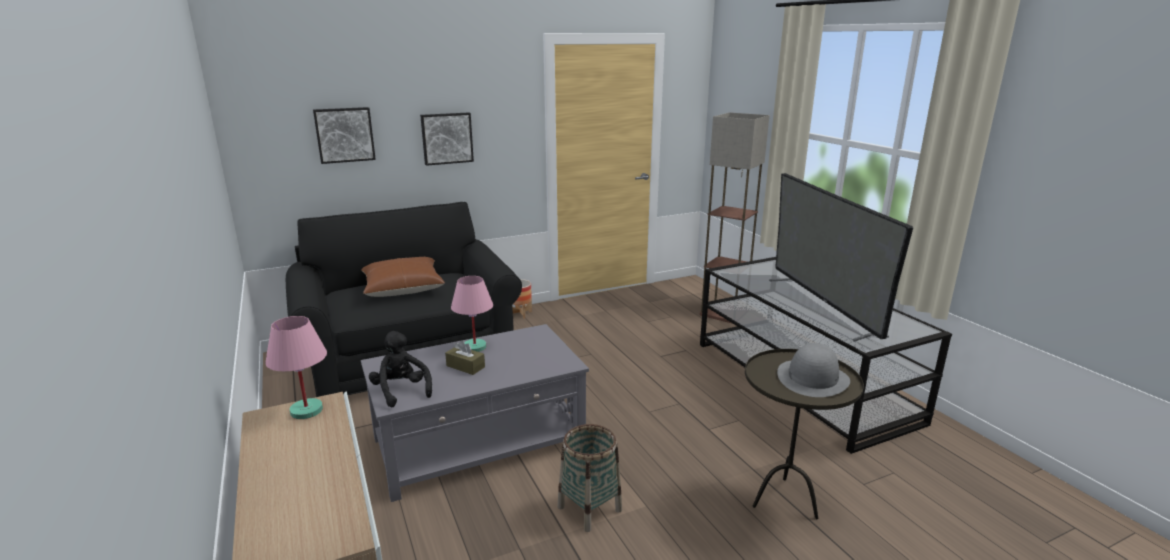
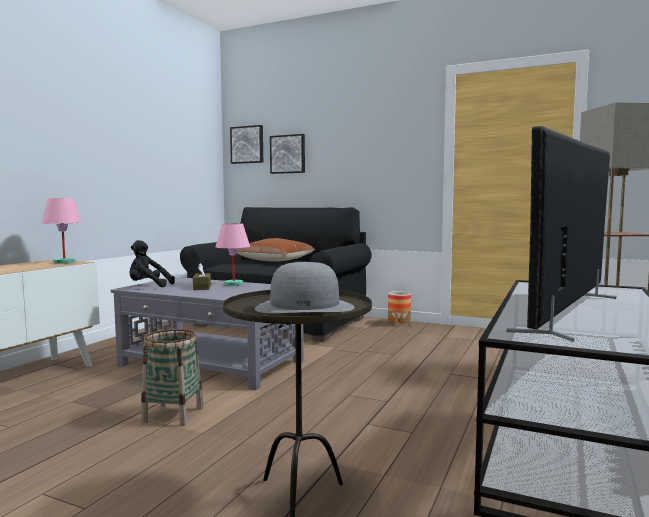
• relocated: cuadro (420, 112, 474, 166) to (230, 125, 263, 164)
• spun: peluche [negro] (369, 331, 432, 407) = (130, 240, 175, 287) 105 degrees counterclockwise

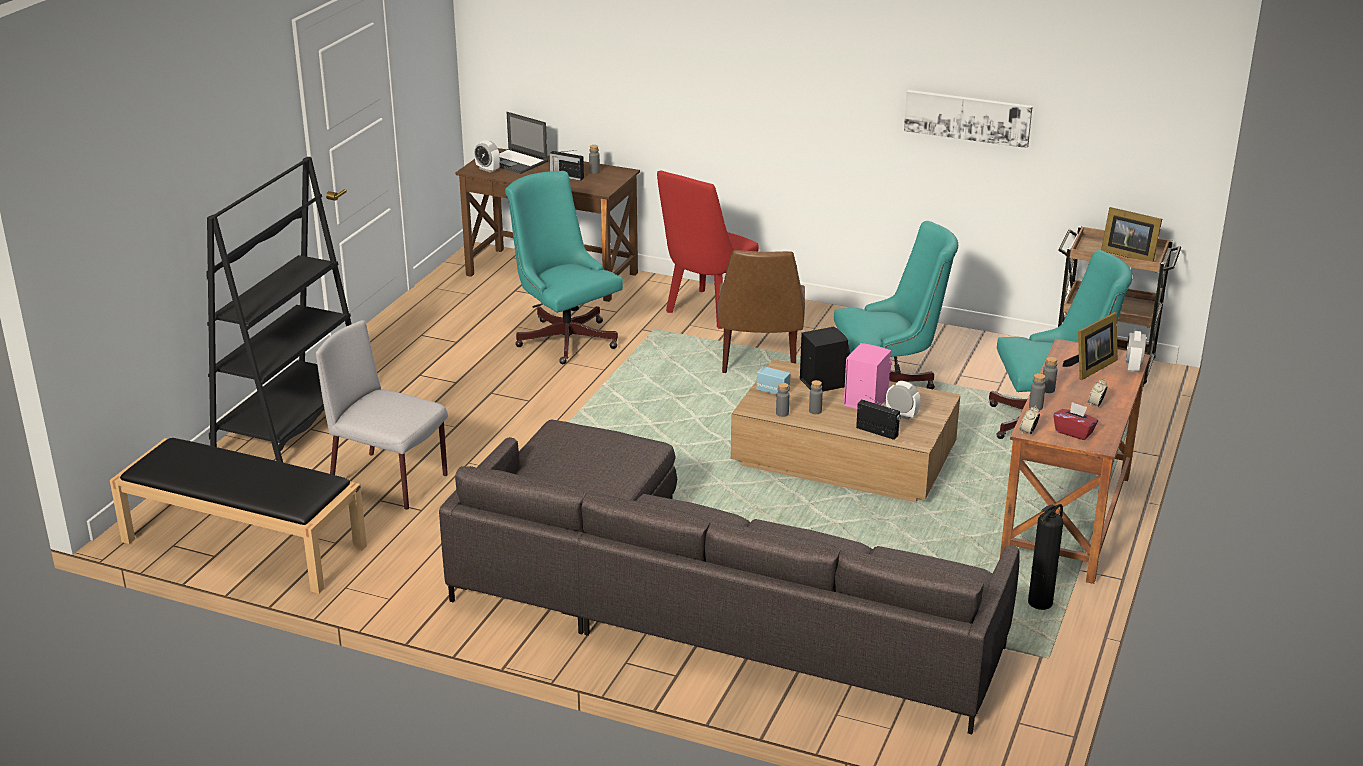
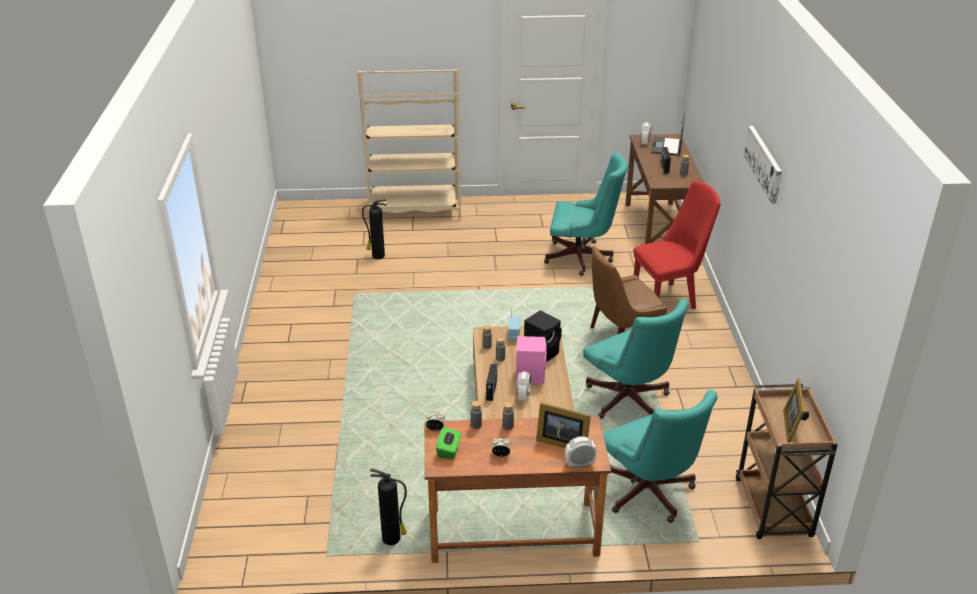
• missing: banco [negro] (110, 438, 367, 594)
• missing: sofá [gris] (439, 419, 1020, 734)
• relocated: cuadro (904, 90, 1033, 148) to (744, 126, 782, 204)
• exchanged: silla [gris] (316, 320, 448, 510) to extintor (362, 200, 387, 259)
• colour: estantería [negro] (206, 157, 352, 462) to estantería [beis] (357, 69, 461, 223)
• colour: caja de pañuelos [rojo] (1053, 402, 1098, 440) to caja de pañuelos [verde] (436, 427, 461, 459)
• spun: silla de oficina [turquesa] (505, 171, 623, 364) = (544, 153, 628, 276) 75 degrees clockwise
• spun: silla [rojo] (657, 170, 759, 329) = (633, 181, 720, 310) 150 degrees clockwise

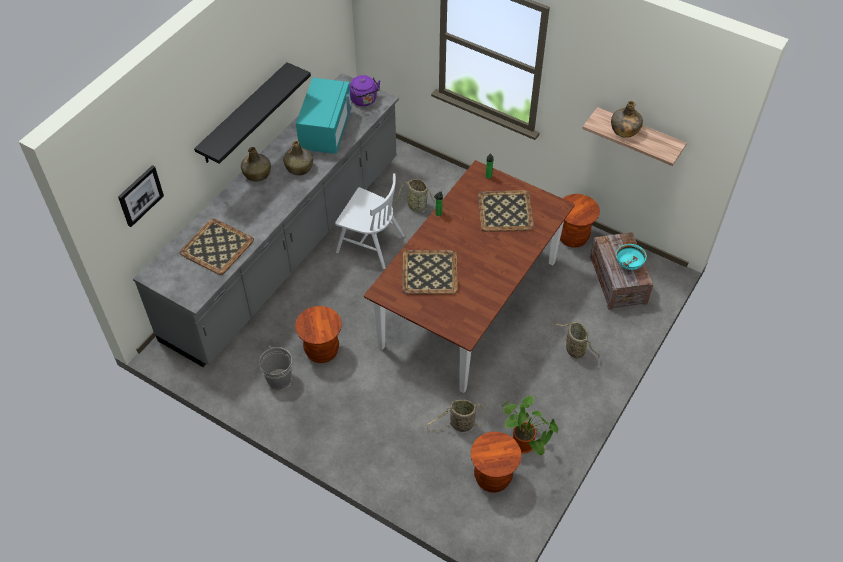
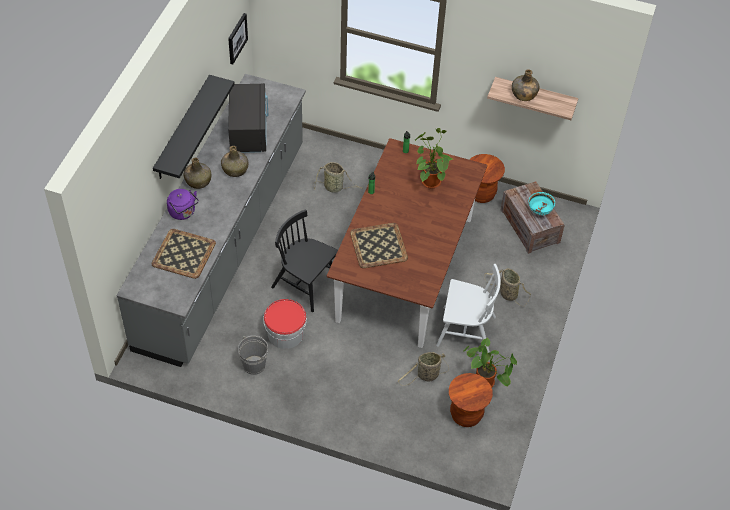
• appeared: silla [negro] (271, 209, 338, 312)
• relocated: cuadro (118, 165, 164, 227) to (228, 13, 248, 64)
• relocated: silla [blanco] (335, 173, 405, 269) to (436, 264, 501, 353)
• relocated: hervidor [morado] (350, 75, 380, 106) to (167, 189, 199, 220)
• exchanged: taburete [marrón] (295, 306, 342, 363) to cubo (263, 299, 307, 349)
• exchanged: bandeja (478, 190, 534, 232) to planta en maceta (415, 128, 452, 188)
• colour: microondas [turquesa] (296, 78, 351, 154) to microondas [negro] (228, 83, 268, 153)

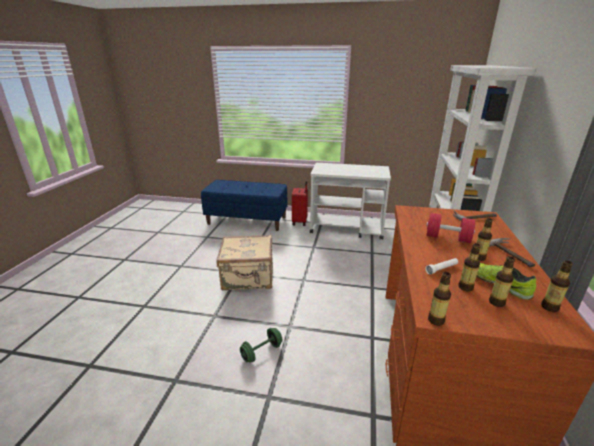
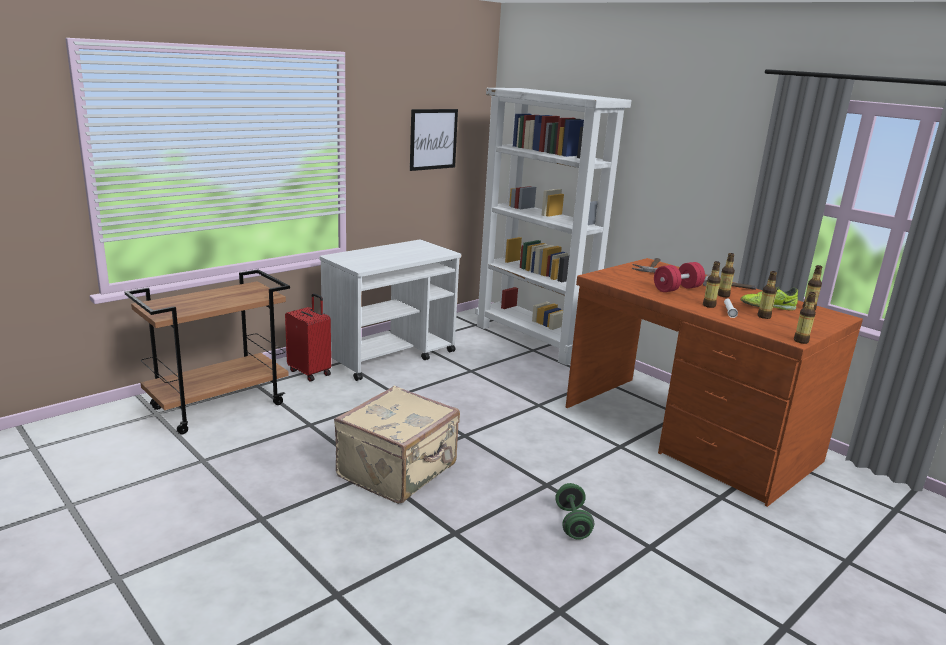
• appeared: cuadro (410, 109, 458, 171)
• relocated: botella (489, 256, 515, 307) to (703, 261, 721, 308)
• exchanged: banco [azul] (201, 180, 287, 231) to carrito [marrón] (125, 269, 290, 434)

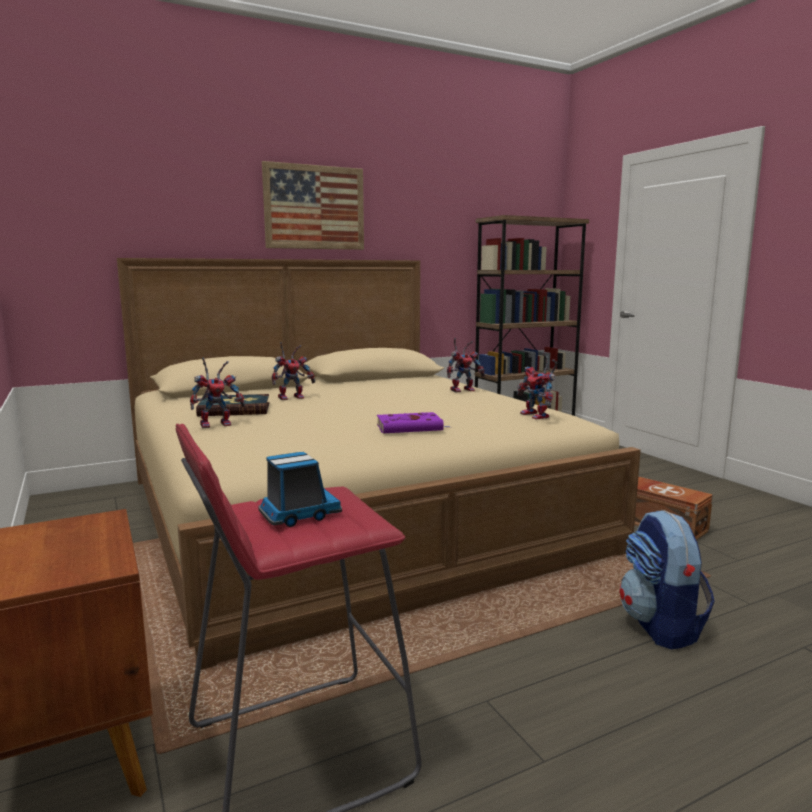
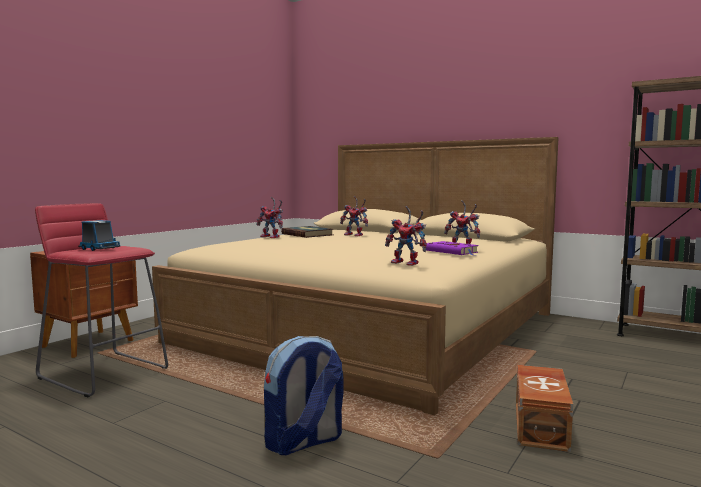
• missing: cuadro (262, 161, 364, 250)
• relocated: libro [morado] (377, 412, 450, 433) to (426, 241, 478, 256)
• spun: robot de juguete (517, 352, 557, 420) = (385, 206, 427, 266) 90 degrees counterclockwise

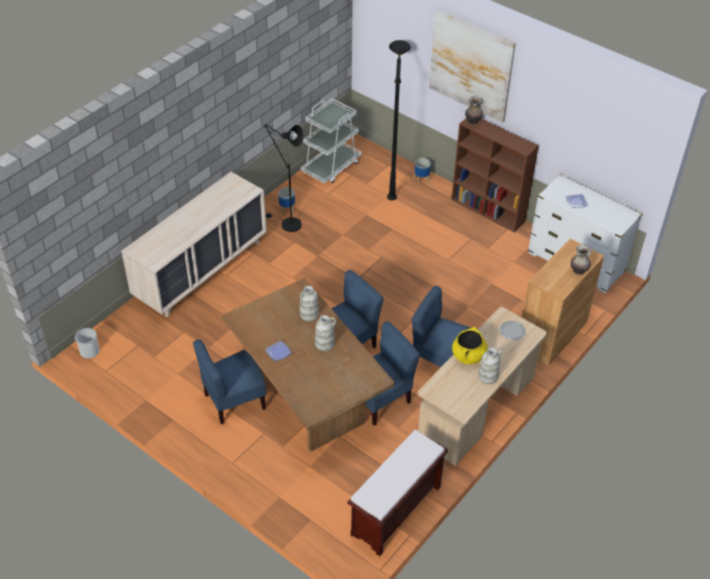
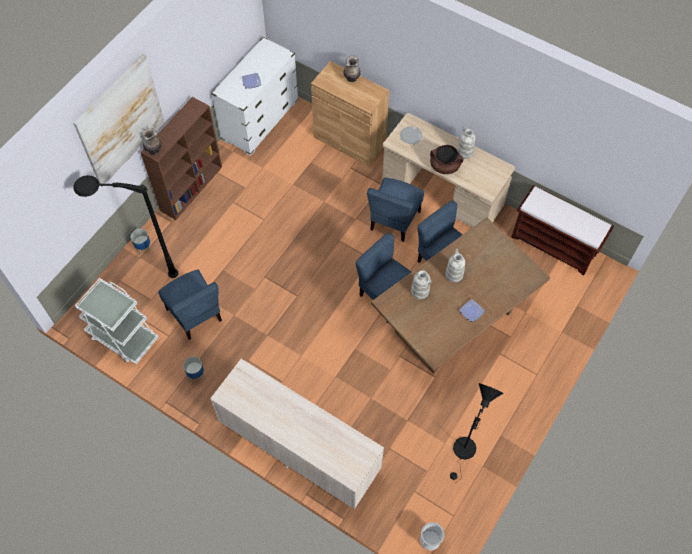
• relocated: silla [azul] (193, 340, 266, 424) to (158, 269, 222, 340)
• relocated: lámpara de pie [negro] (264, 124, 303, 232) to (450, 383, 503, 483)
• colour: olla [amarillo] (452, 327, 488, 365) to olla [marrón] (430, 145, 463, 174)

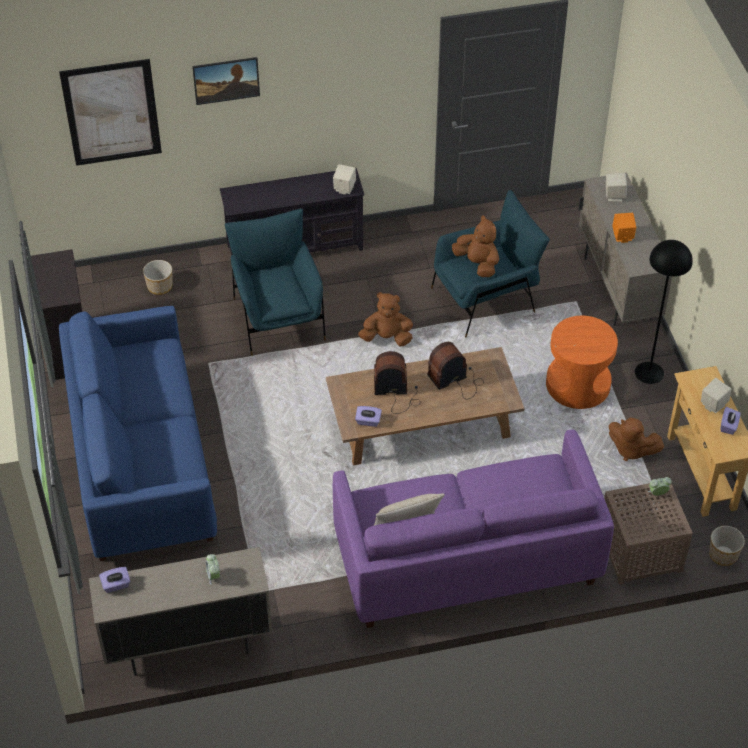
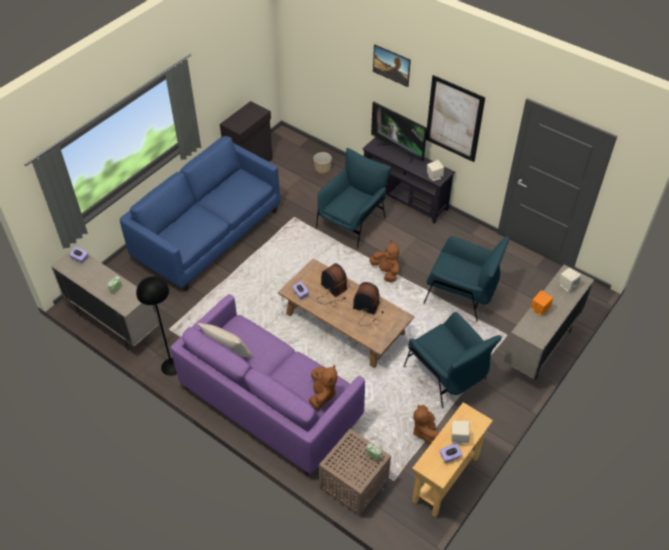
• missing: maceta (709, 526, 745, 566)
• appeared: televisor (371, 102, 427, 164)
• relocated: cuadro (59, 59, 162, 166) to (426, 75, 485, 162)
• relocated: peluche [marrón] (452, 216, 499, 277) to (309, 364, 337, 409)
• relocated: lámpara de pie [negro] (635, 240, 693, 384) to (136, 276, 177, 376)
• exchanged: mesa auxiliar [naranja] (546, 316, 618, 409) to sillón [azul] (404, 312, 502, 408)

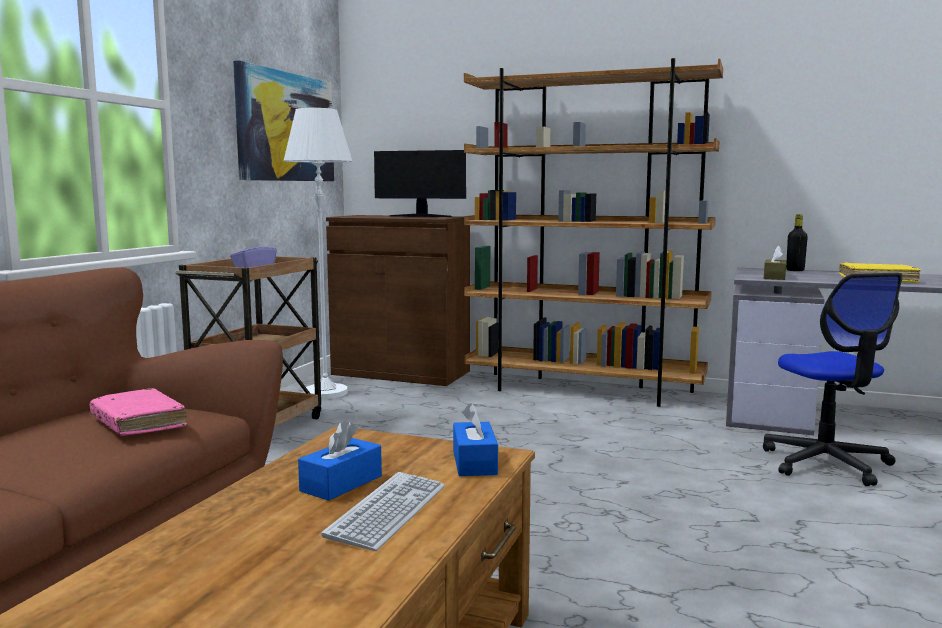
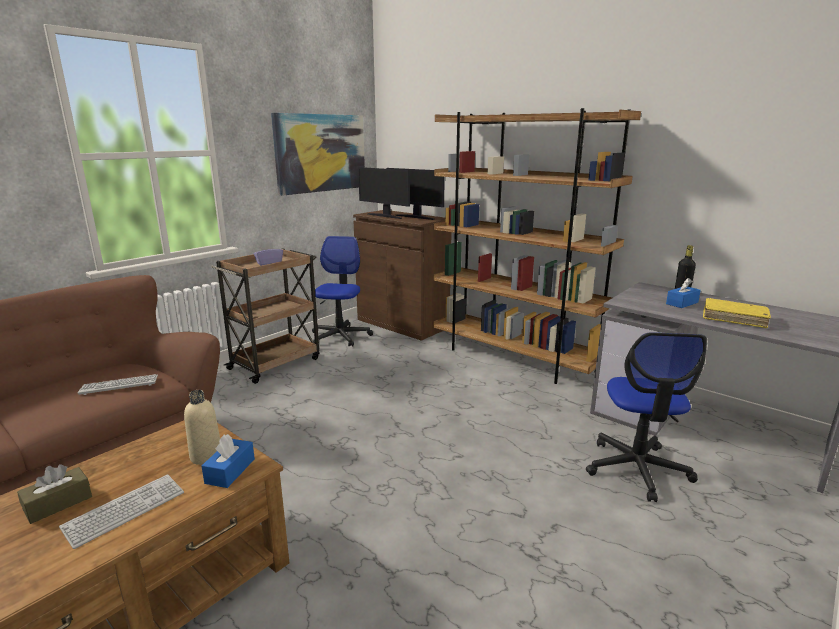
• appeared: botella [beis] (184, 390, 220, 465)
• appeared: monitor (358, 167, 410, 219)
• relocated: caja de pañuelos [azul] (298, 421, 382, 501) to (666, 278, 701, 308)
• relocated: caja de pañuelos [marrón] (764, 246, 787, 280) to (17, 464, 92, 524)
• exchanged: libro [rosa] (90, 388, 187, 435) to teclado (78, 374, 158, 395)
• exchanged: lámpara de pie [blanco] (284, 108, 353, 399) to silla de oficina (312, 236, 373, 347)

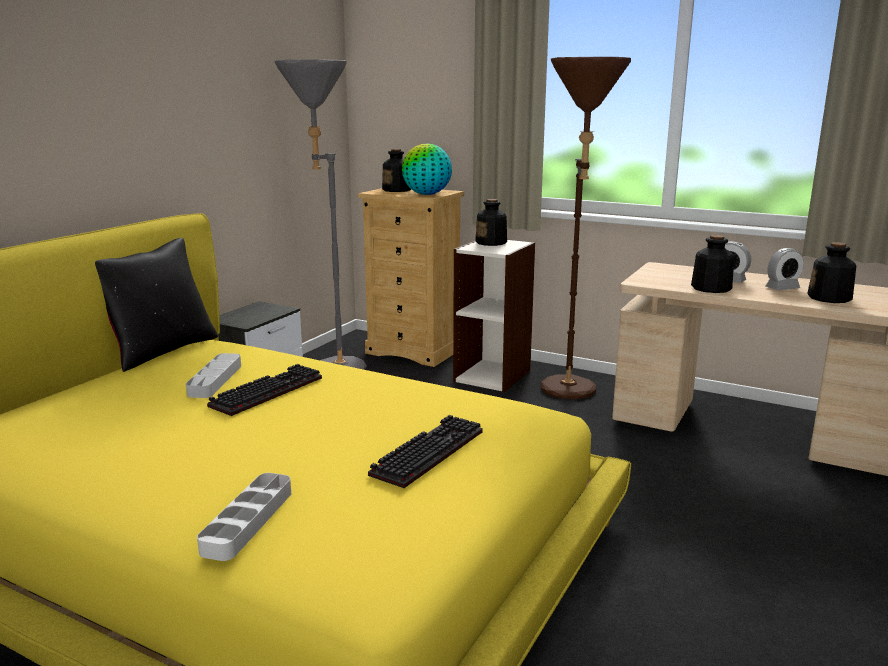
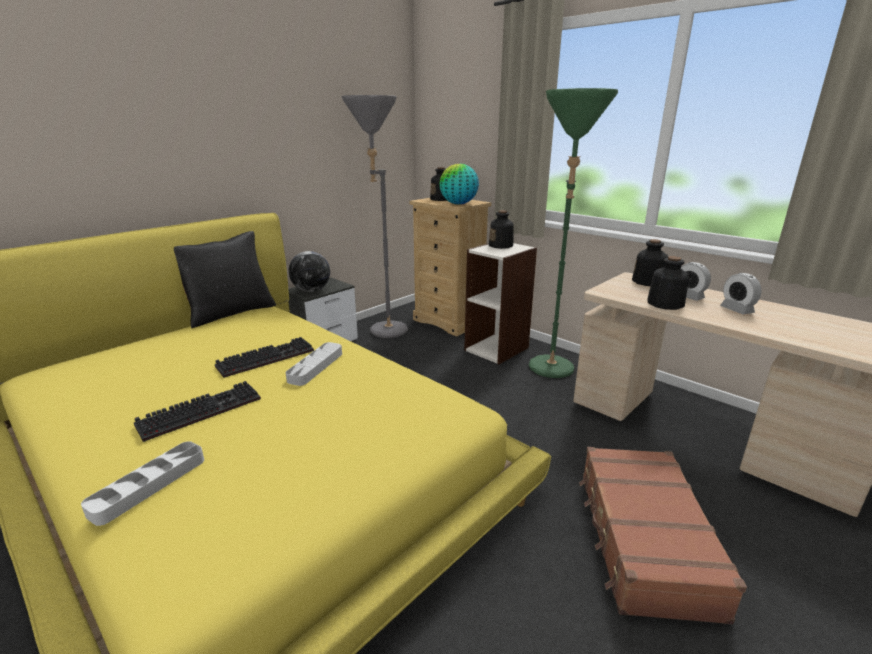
• appeared: globo terráqueo (289, 251, 330, 292)
• appeared: maleta [marrón] (579, 447, 747, 625)
• relocated: bandeja [gris] (186, 353, 241, 398) to (286, 342, 342, 386)
• relocated: teclado (368, 415, 483, 488) to (134, 381, 261, 442)
• relocated: botella (807, 242, 856, 303) to (632, 239, 668, 286)
• colour: lámpara de pie [marrón] (541, 57, 631, 399) to lámpara de pie [verde] (529, 88, 618, 378)
• spun: despertador (766, 248, 804, 290) = (720, 273, 762, 314) 75 degrees clockwise

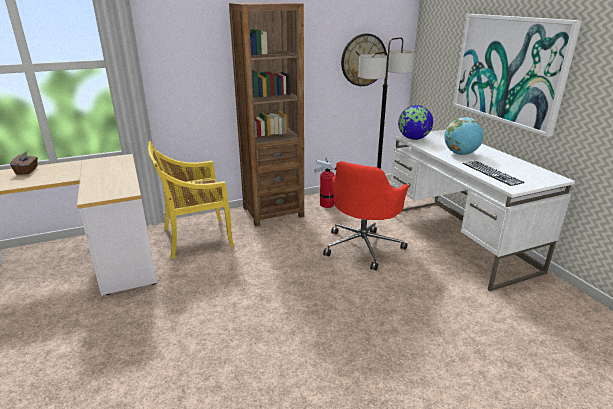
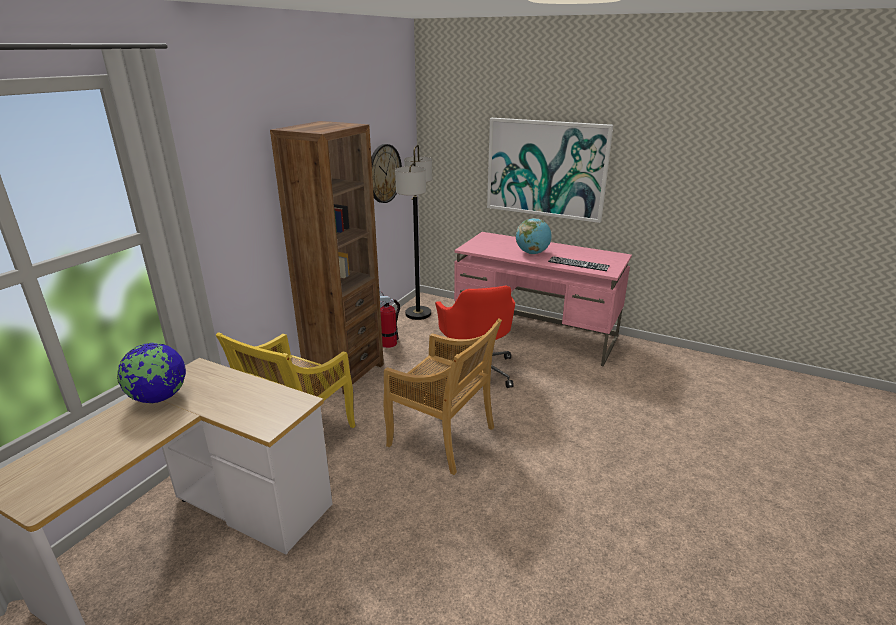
• missing: caja de pañuelos [marrón] (10, 151, 38, 175)
• appeared: silla [beis] (384, 318, 502, 475)
• relocated: globo terráqueo (398, 105, 433, 140) to (117, 343, 186, 404)
• colour: escritorio [blanco] (391, 130, 575, 291) to escritorio [rosa] (454, 232, 632, 366)

